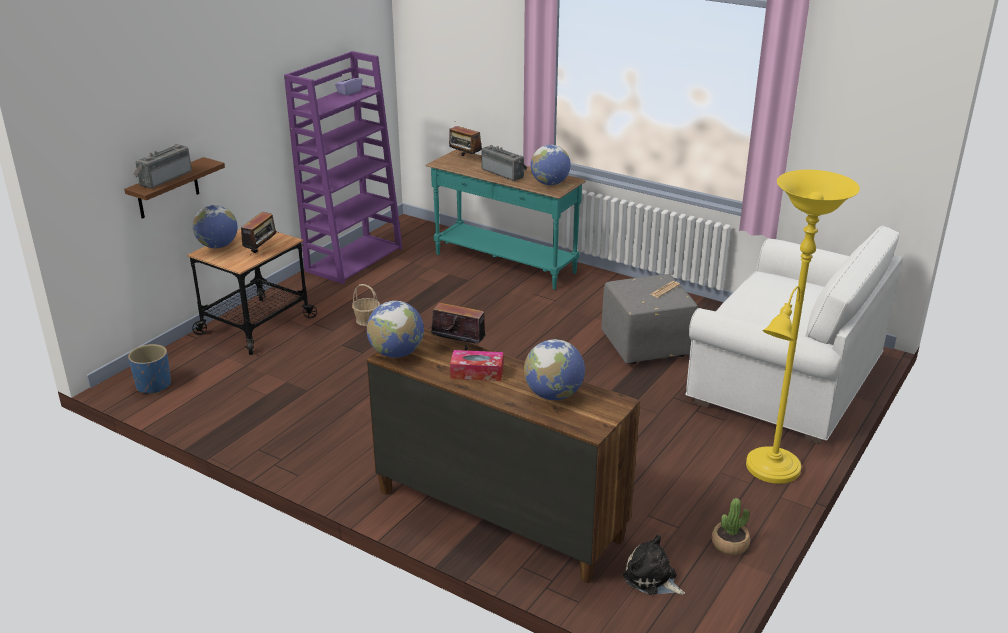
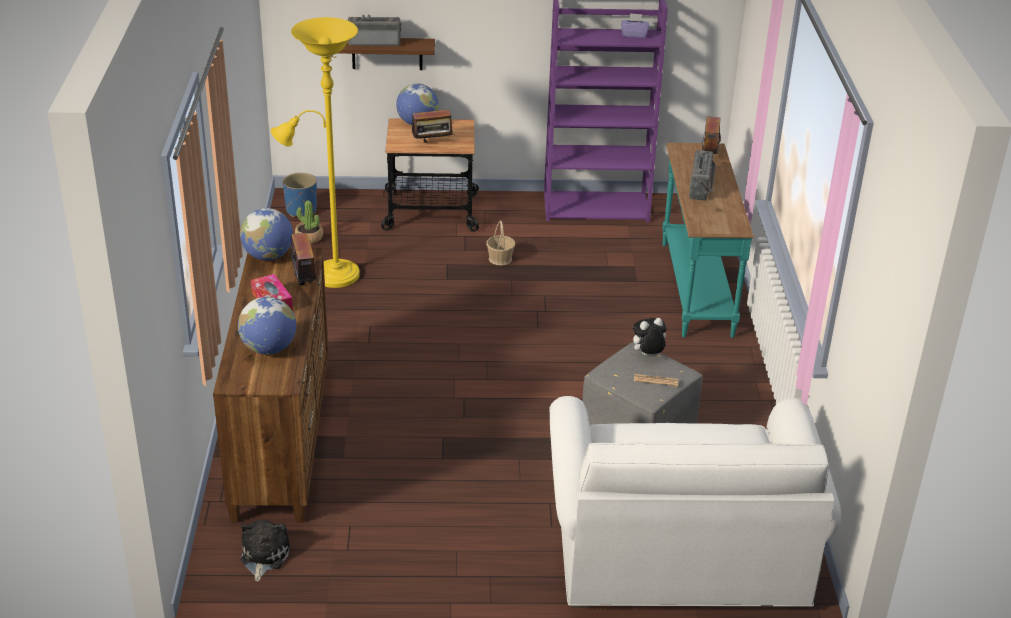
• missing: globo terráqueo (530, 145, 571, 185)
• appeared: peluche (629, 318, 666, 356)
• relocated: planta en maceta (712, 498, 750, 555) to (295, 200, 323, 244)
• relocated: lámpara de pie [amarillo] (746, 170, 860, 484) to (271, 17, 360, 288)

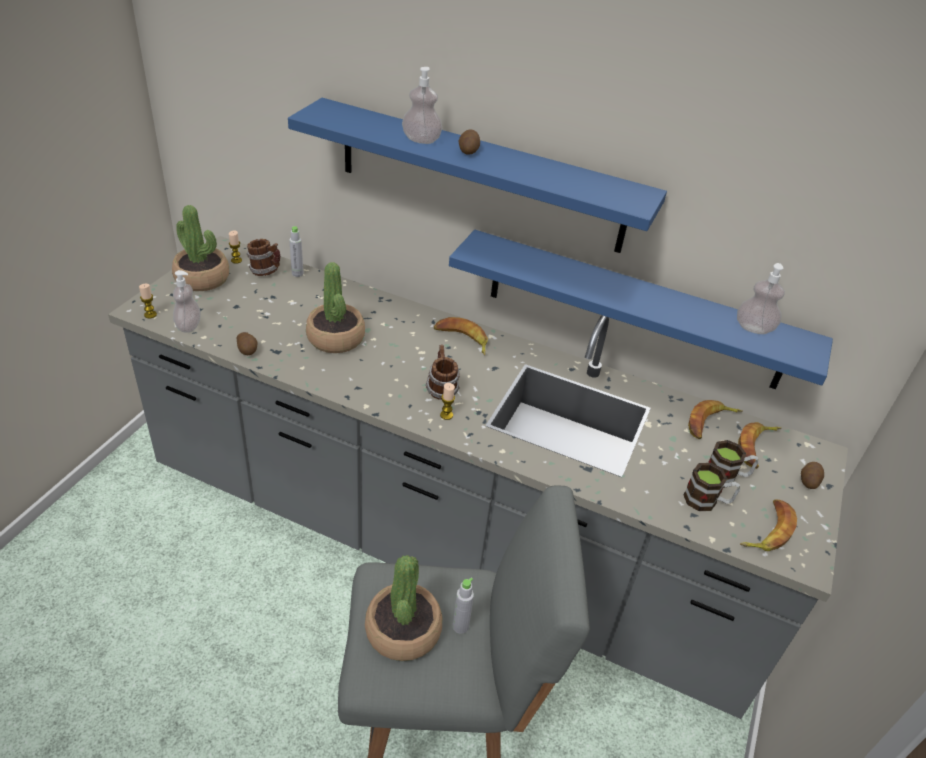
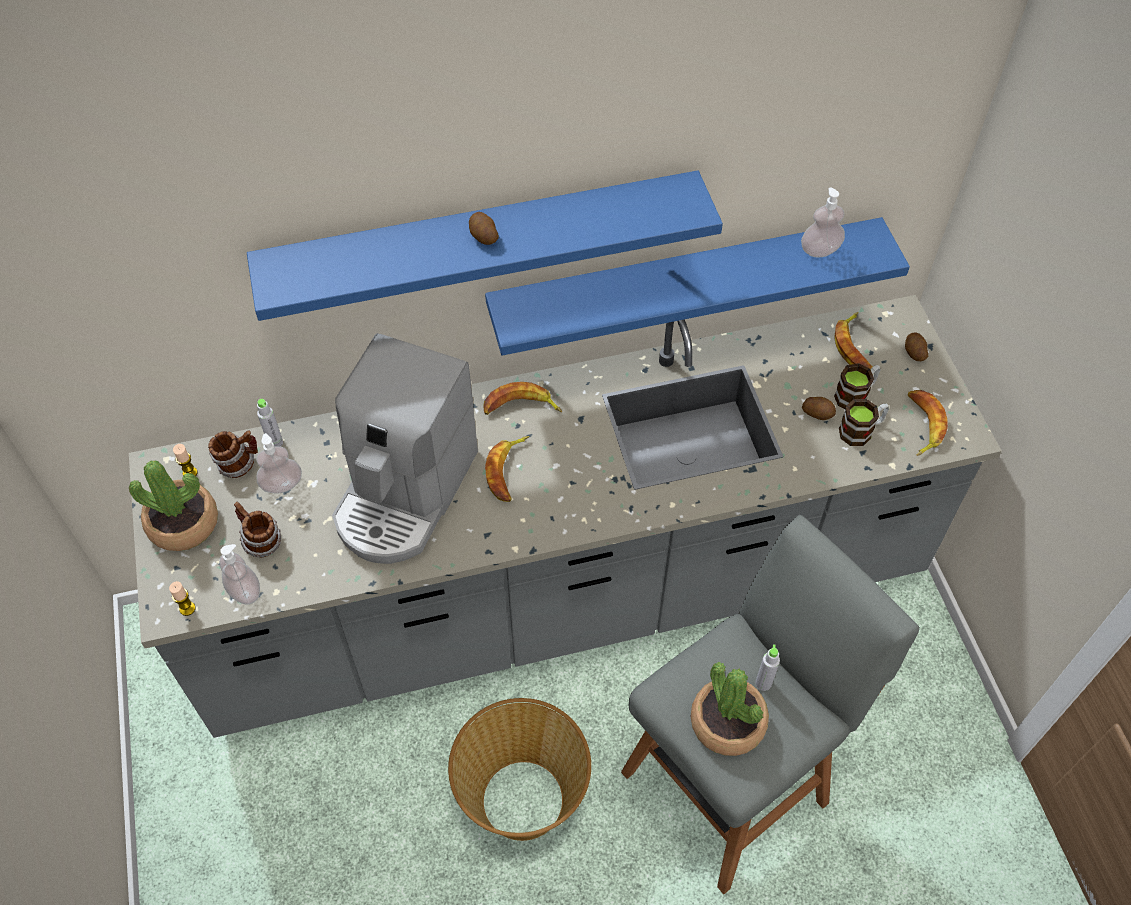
• missing: vela (440, 383, 455, 420)
• appeared: cesta (448, 698, 591, 841)
• relocated: patata (237, 332, 257, 355) to (802, 397, 836, 420)
• relocated: dispensador de jabón (402, 67, 442, 144) to (257, 433, 302, 493)
• relocated: taza grande (425, 345, 460, 400) to (234, 502, 281, 557)
• relocated: plátano (688, 400, 743, 439) to (485, 436, 529, 502)
• exchanged: planta en maceta (306, 262, 365, 353) to cafetera (332, 333, 478, 564)

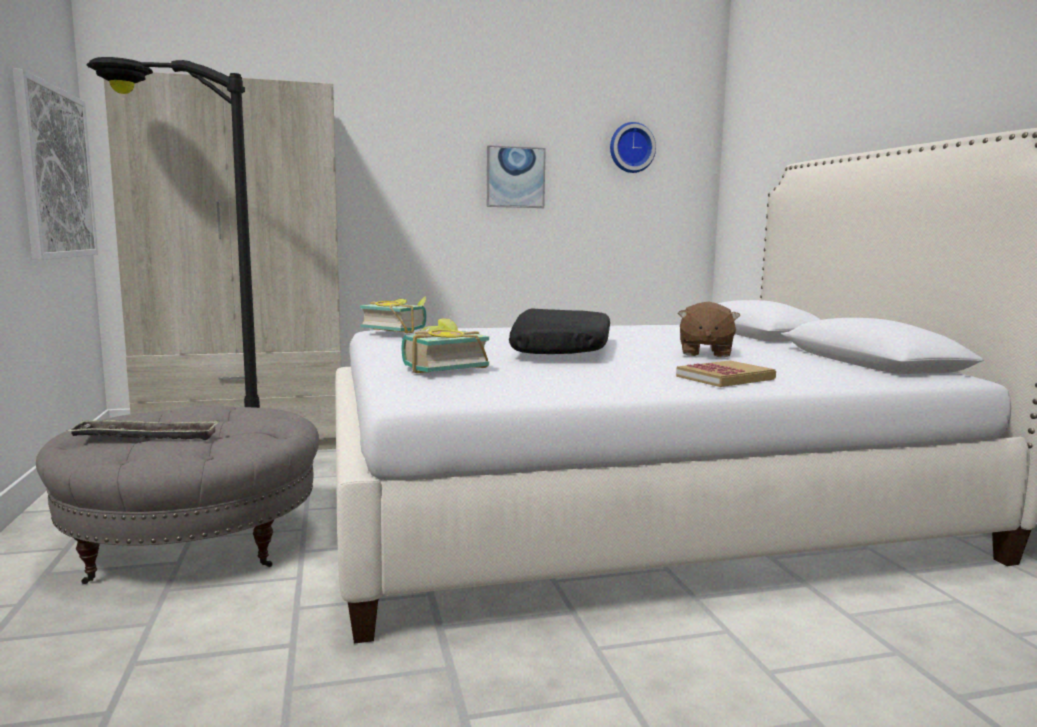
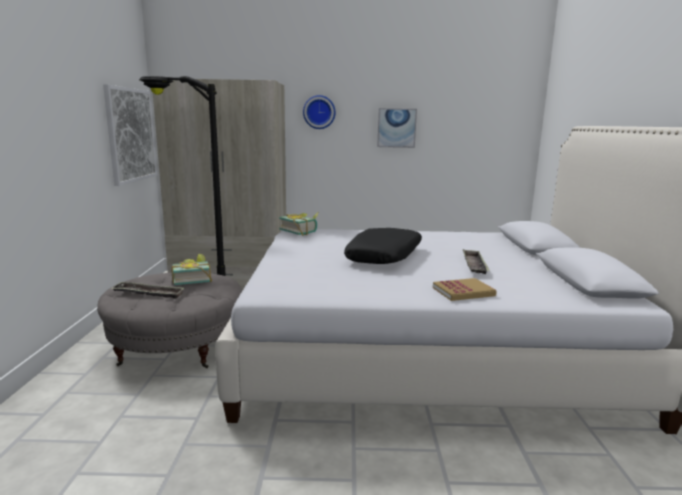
• relocated: libro (401, 318, 489, 373) to (171, 254, 212, 285)
• relocated: reloj de pared (610, 122, 656, 173) to (303, 95, 336, 129)
• exchanged: peluche [marrón] (678, 301, 740, 358) to bandeja (462, 249, 489, 274)

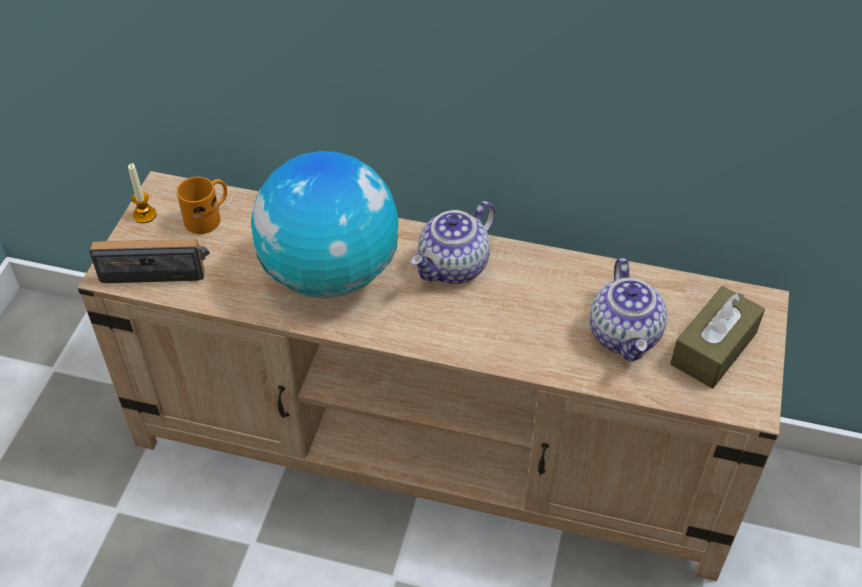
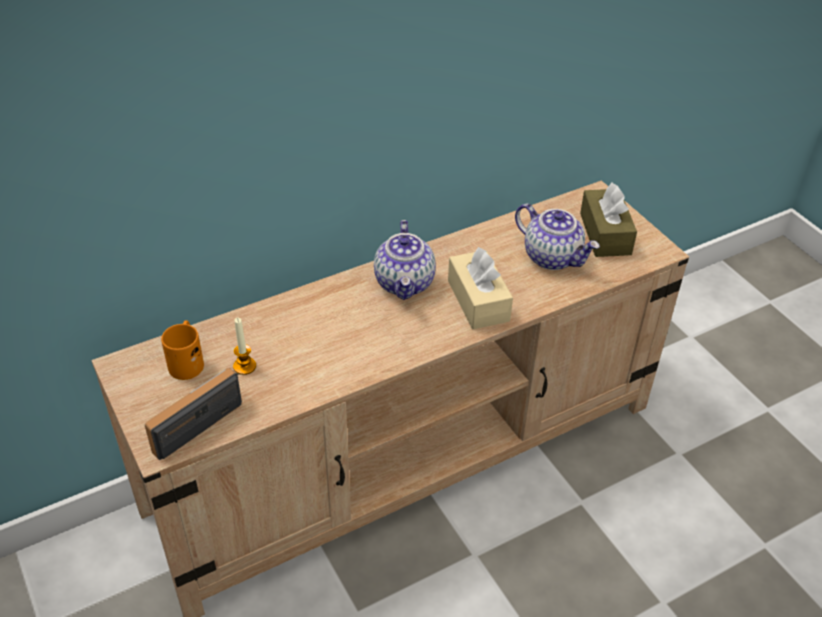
• missing: globo terráqueo (251, 151, 399, 298)
• appeared: caja de pañuelos [beis] (448, 247, 513, 329)
• relocated: vela (128, 163, 156, 223) to (233, 318, 256, 375)

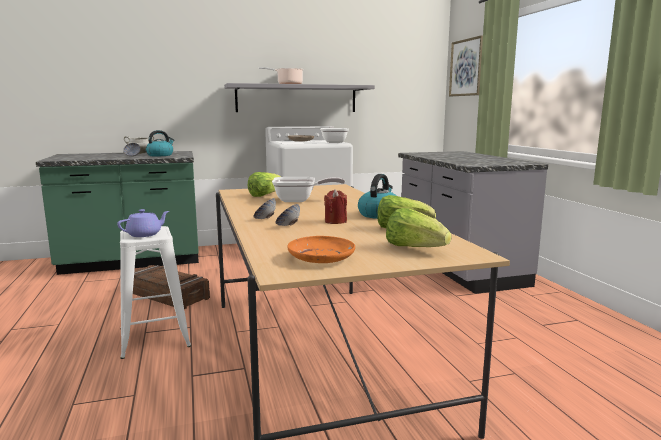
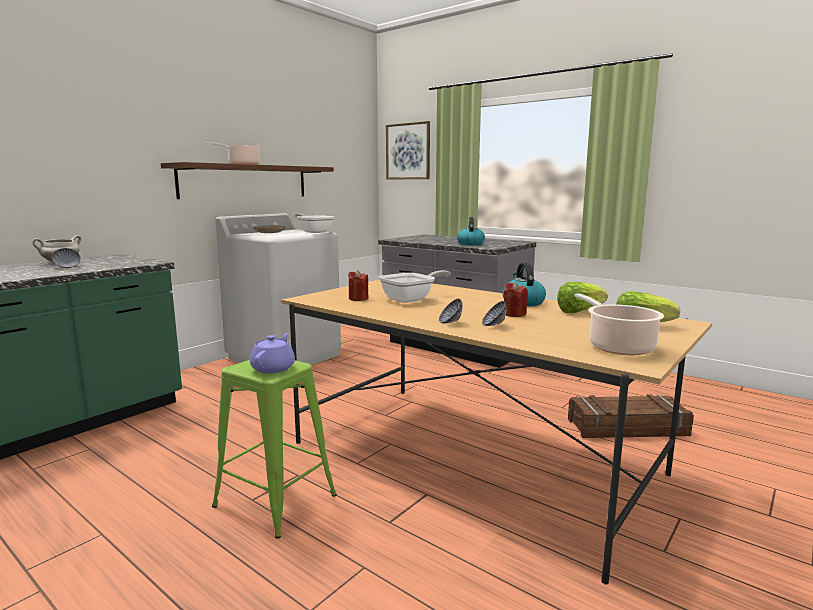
• relocated: caja de embalaje (133, 265, 210, 309) to (568, 394, 694, 438)
• relocated: hervidor (146, 130, 174, 156) to (457, 217, 485, 245)
• exchanged: lechuga (248, 172, 281, 197) to vela [rojo] (348, 270, 369, 301)
• exchanged: plato [naranja] (288, 236, 355, 263) to olla (574, 293, 664, 355)
• colour: taburete [blanco] (120, 226, 191, 359) to taburete [verde] (212, 360, 337, 538)
• colour: estante [gris] (224, 83, 375, 112) to estante [marrón] (161, 162, 334, 199)

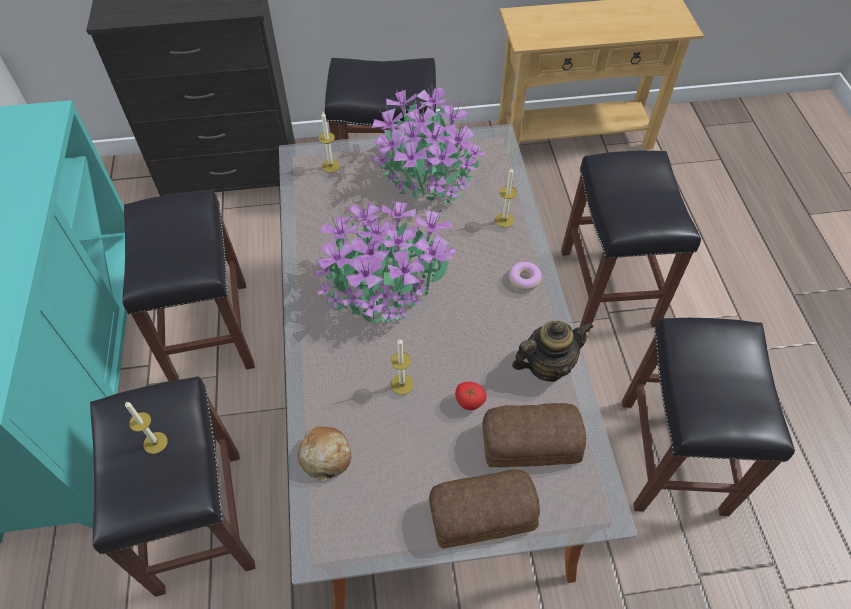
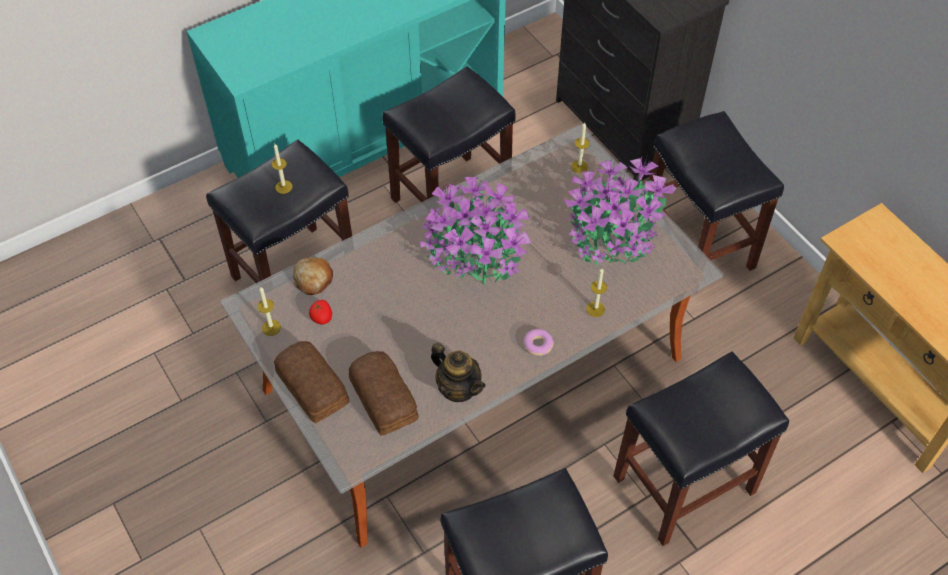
• relocated: vela (391, 339, 414, 395) to (257, 286, 281, 336)
• relocated: tomate (455, 382, 487, 410) to (309, 300, 332, 324)

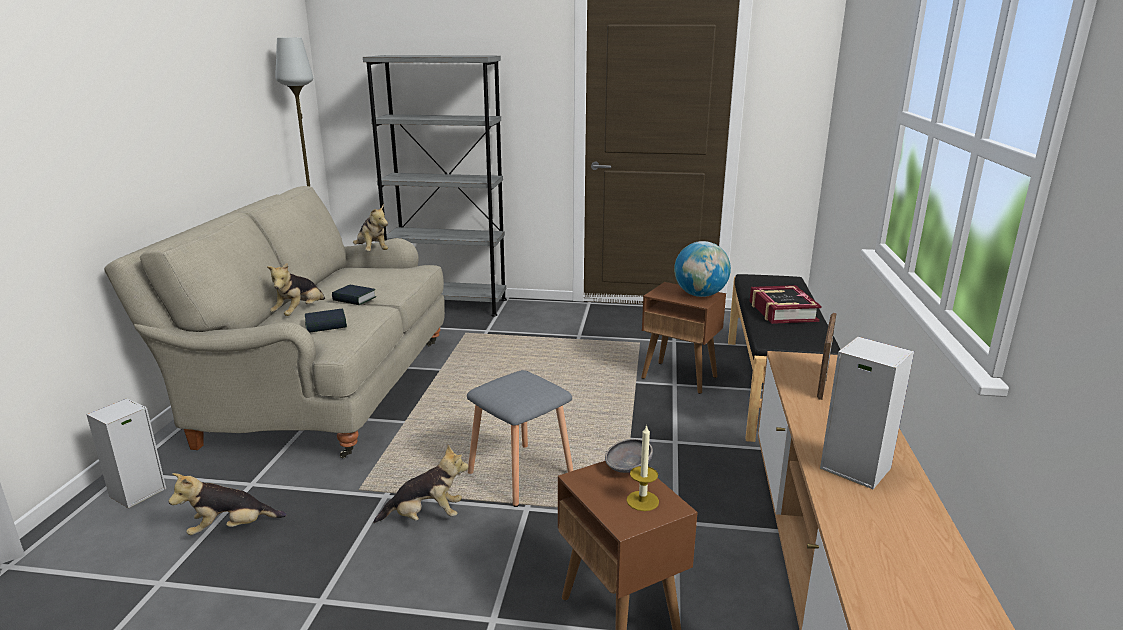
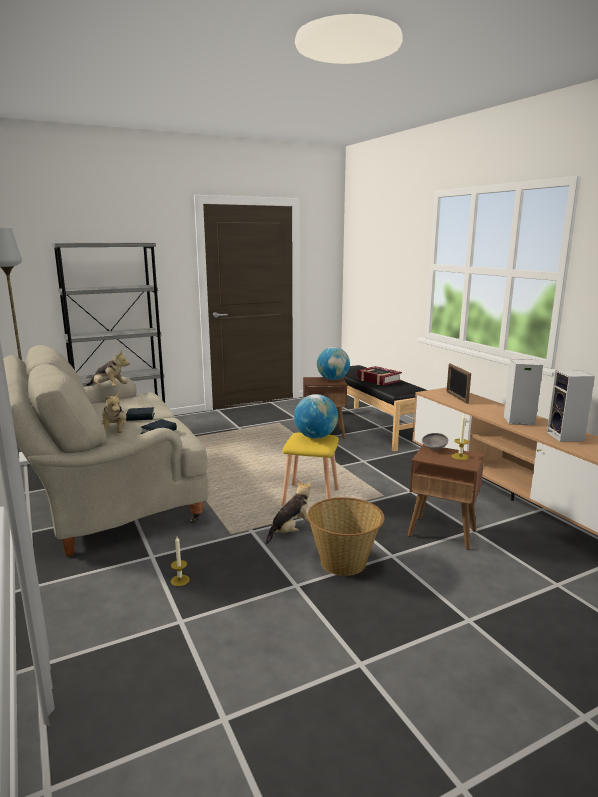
• appeared: globo terráqueo (294, 394, 338, 439)
• appeared: cesta (307, 497, 385, 576)
• relocated: altavoz (86, 398, 166, 508) to (547, 370, 595, 442)
• exchanged: peluche (168, 473, 286, 535) to vela (171, 537, 190, 586)
• colour: taburete [gris] (467, 370, 573, 507) to taburete [amarillo] (281, 433, 339, 506)

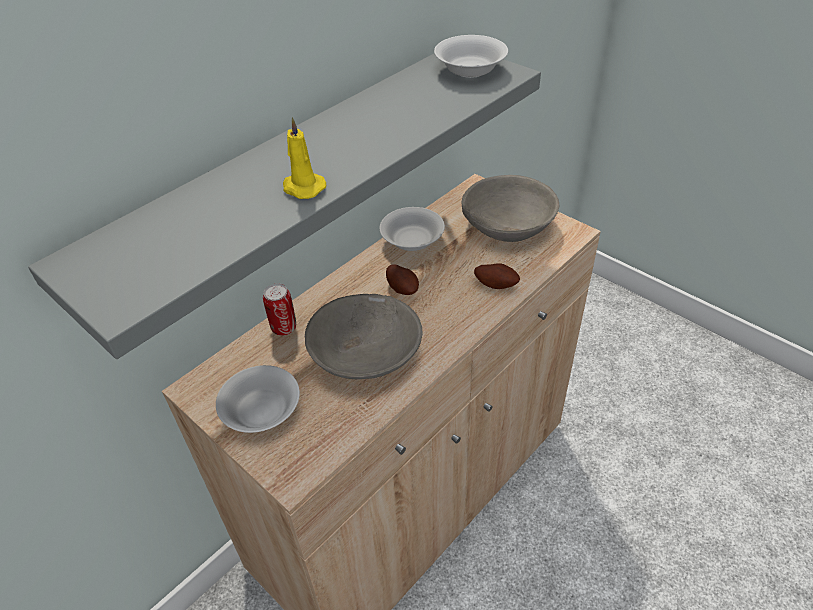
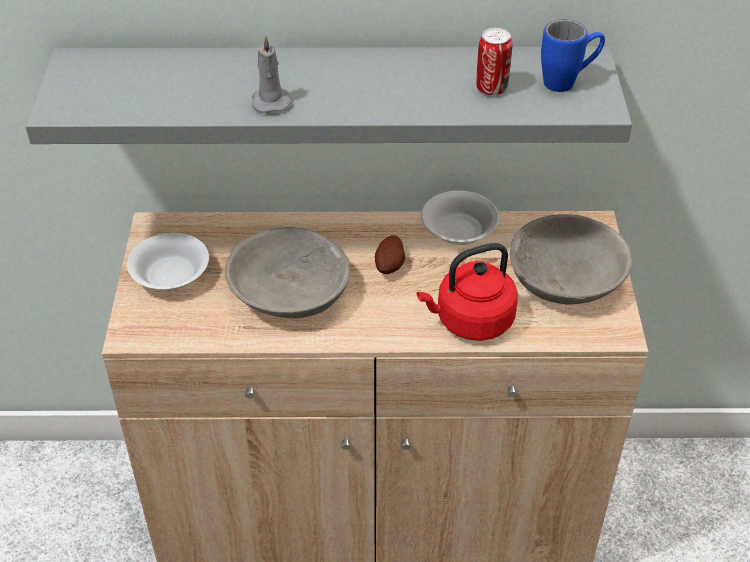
• relocated: lata (263, 284, 296, 336) to (476, 28, 513, 96)
• exchanged: cuenco [blanco] (434, 35, 508, 78) to taza grande [azul] (541, 19, 605, 92)
• exchanged: patata (474, 263, 520, 289) to hervidor [rojo] (417, 243, 518, 341)
• colour: vela [amarillo] (283, 117, 326, 199) to vela [gris] (252, 35, 291, 113)

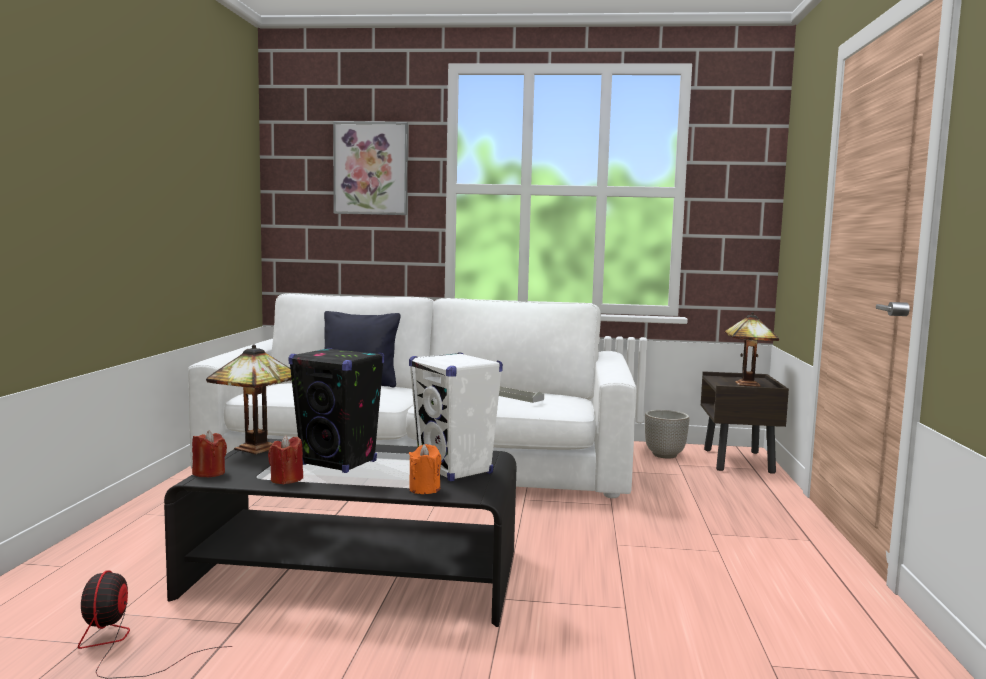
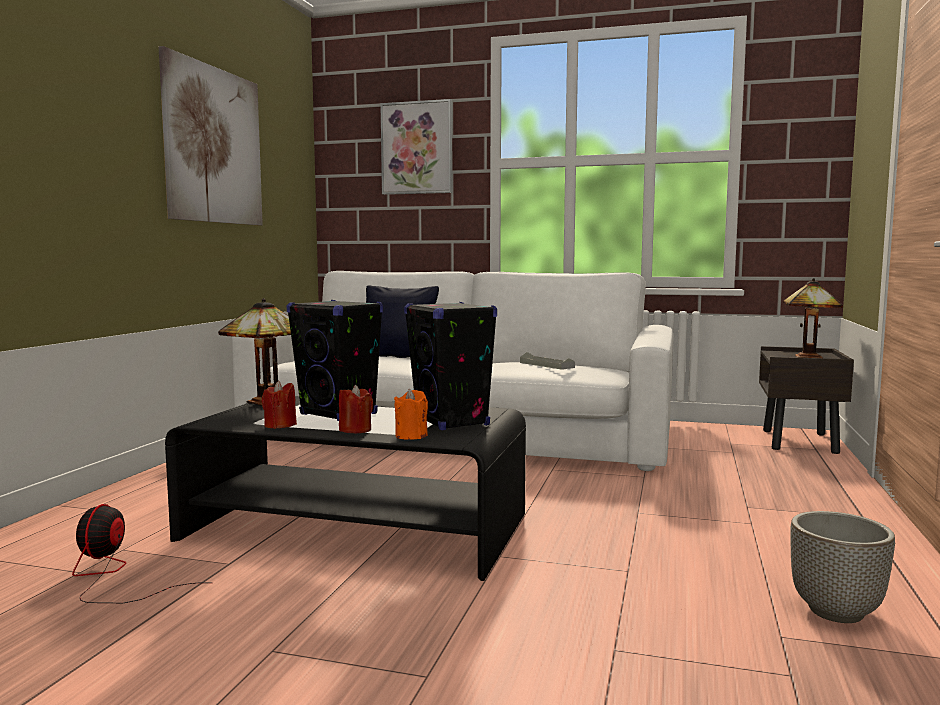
• appeared: cuadro (159, 46, 263, 225)
• relocated: vela [rojo] (192, 431, 227, 477) to (339, 385, 373, 433)
• relocated: maceta (645, 410, 689, 458) to (790, 511, 895, 623)
• colour: altavoz [blanco] (409, 352, 503, 481) to altavoz [negro] (404, 302, 497, 430)

